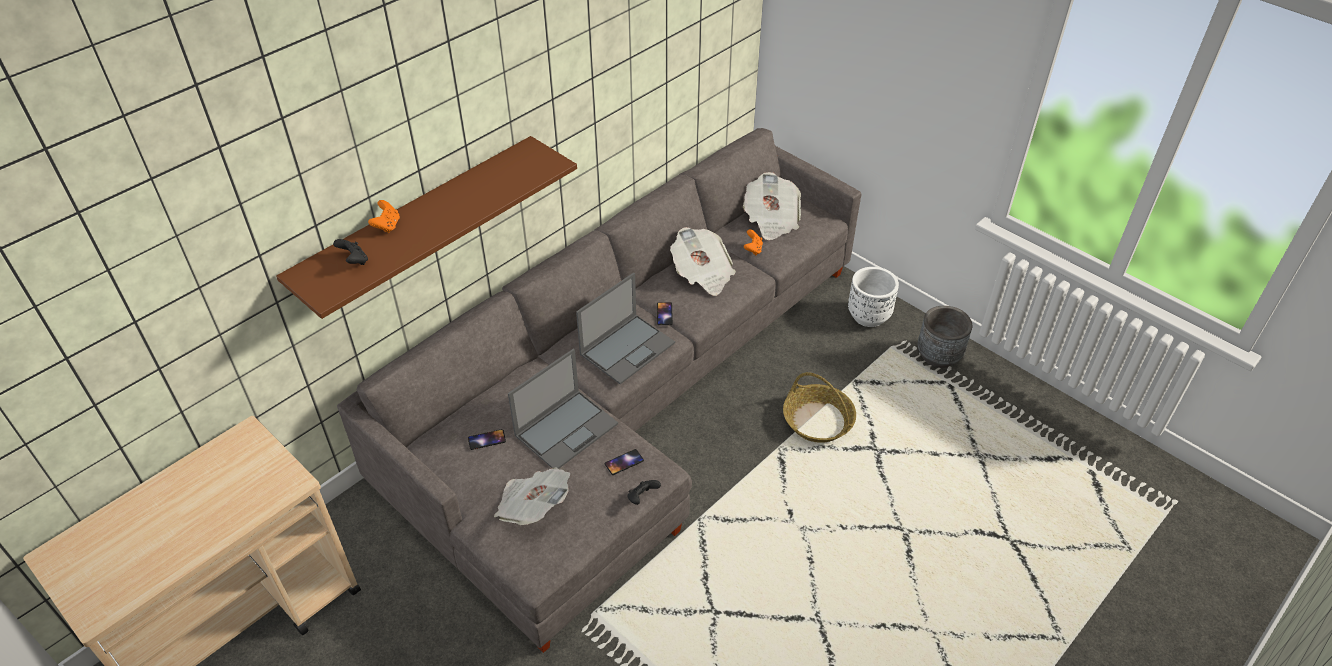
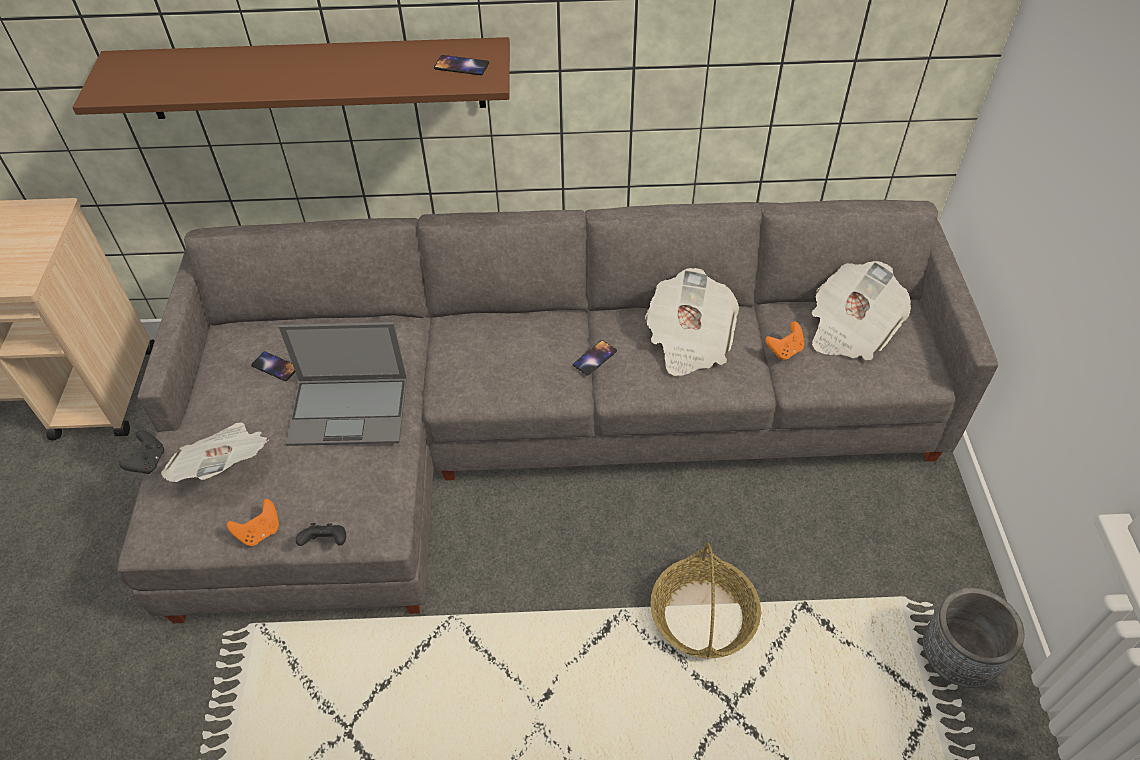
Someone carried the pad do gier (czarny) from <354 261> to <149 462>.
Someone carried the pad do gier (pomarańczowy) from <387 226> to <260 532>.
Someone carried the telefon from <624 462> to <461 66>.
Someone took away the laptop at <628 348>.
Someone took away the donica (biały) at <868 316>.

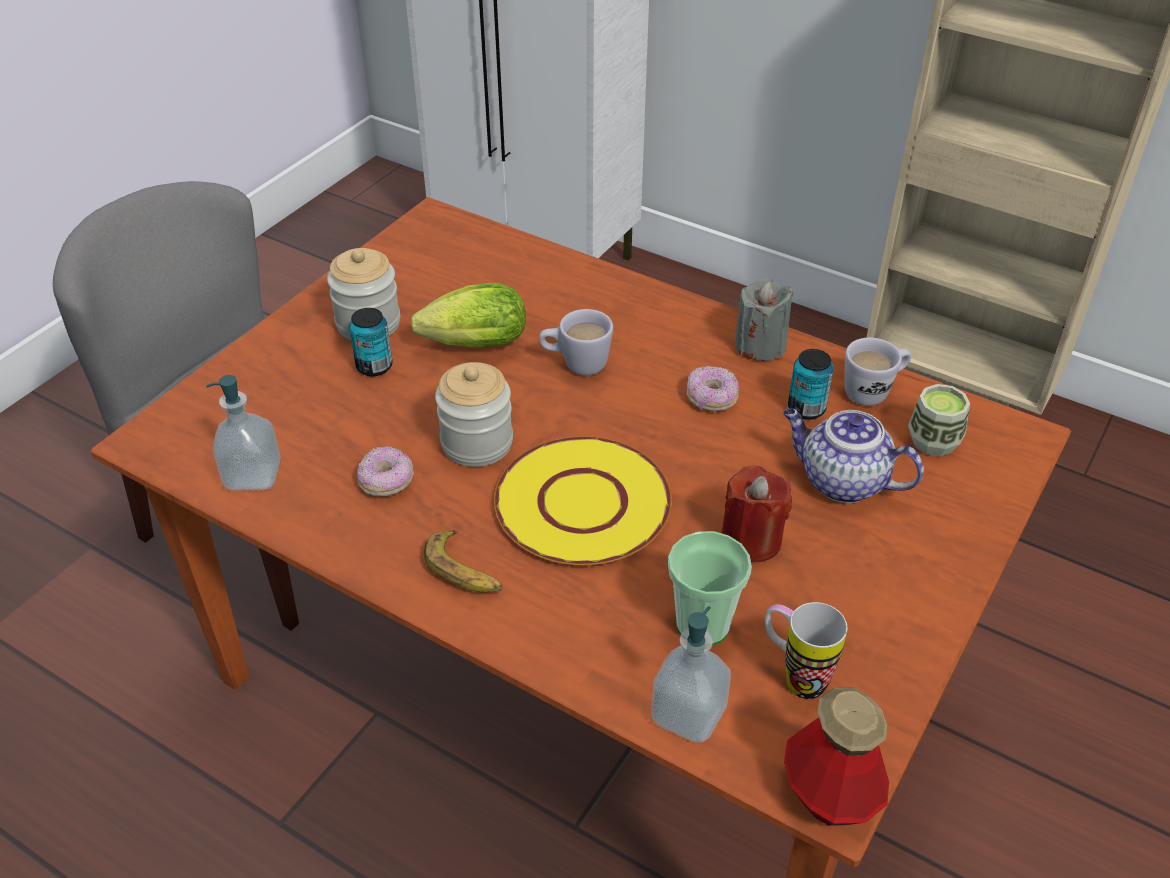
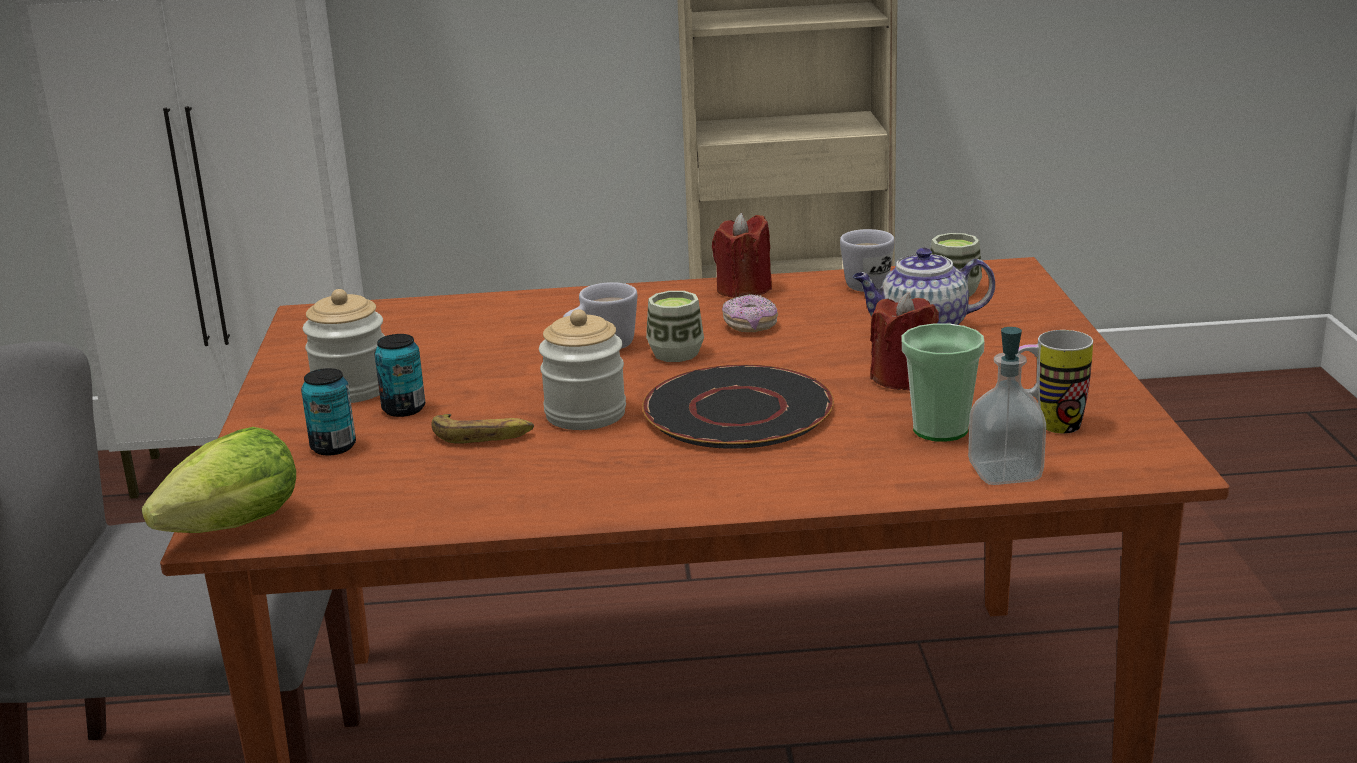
Someone carried the sałata from <470 345> to <226 531>.
Someone carried the puszka from <806 409> to <333 447>.
Someone carried the banan from <464 571> to <483 435>.
Someone repainted the talerz (żółty) at <582 504>, which became the talerz (czarny) at <739 411>.
Someone put down the filiżanka at <675 353>.
Someone repainted the świeca (szary) at <760 345>, which became the świeca (czerwony) at <743 290>.
Someone took away the dozownik mydła at <253 475>.
Someone took away the donut at <387 482>.
Someone took away the butelka at <830 795>.

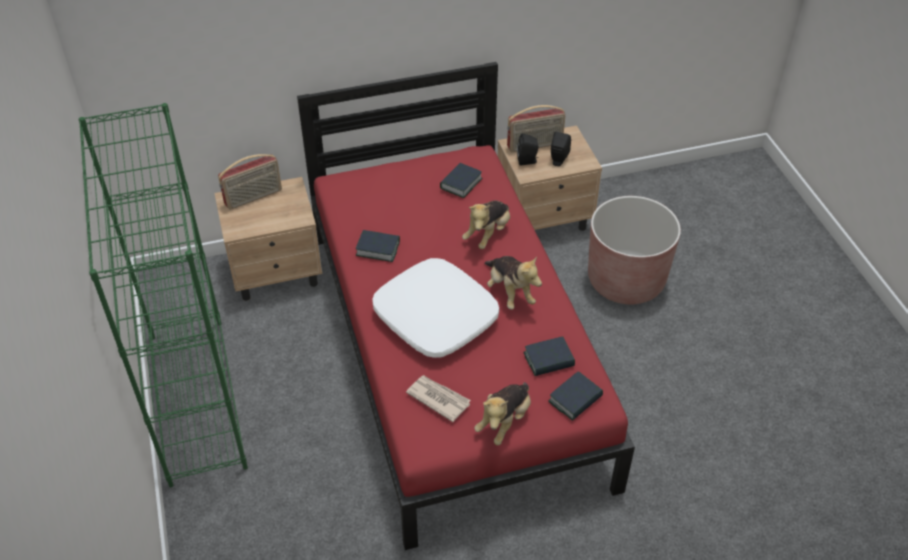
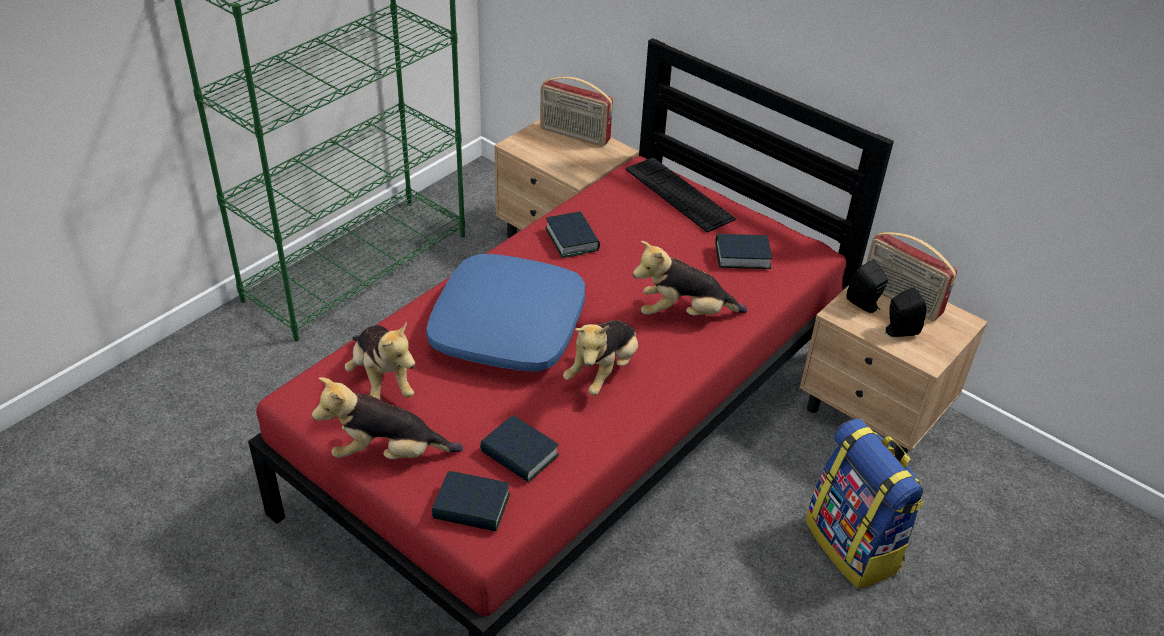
Someone swapped the gazeta at <438 398> for the pluszak at <382 380>.
Someone repainted the poduszka (biały) at <435 317>, which became the poduszka (niebieski) at <507 326>.
Someone put down the klawiatura at <679 194>.
Someone swapped the donica (brązowy) at <625 280> for the plecak at <854 546>.

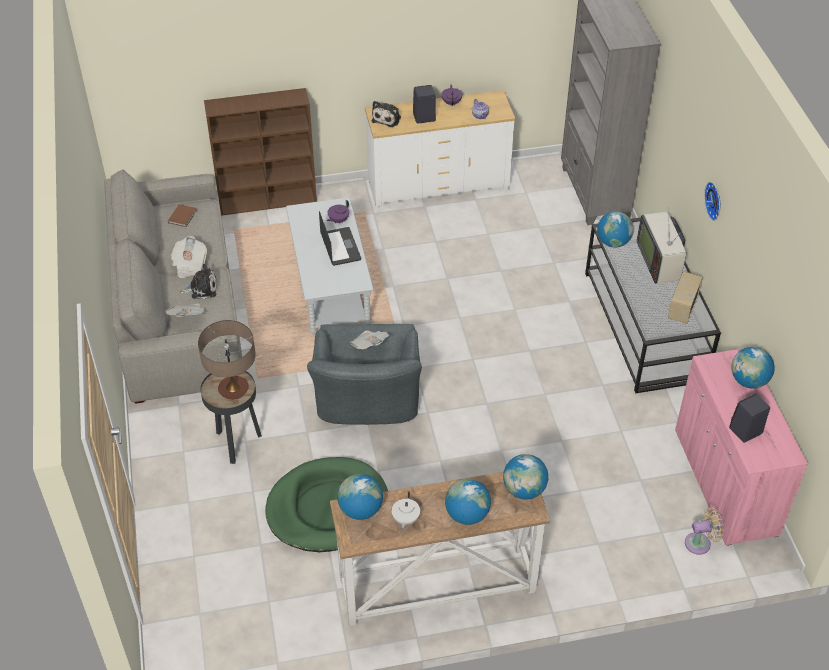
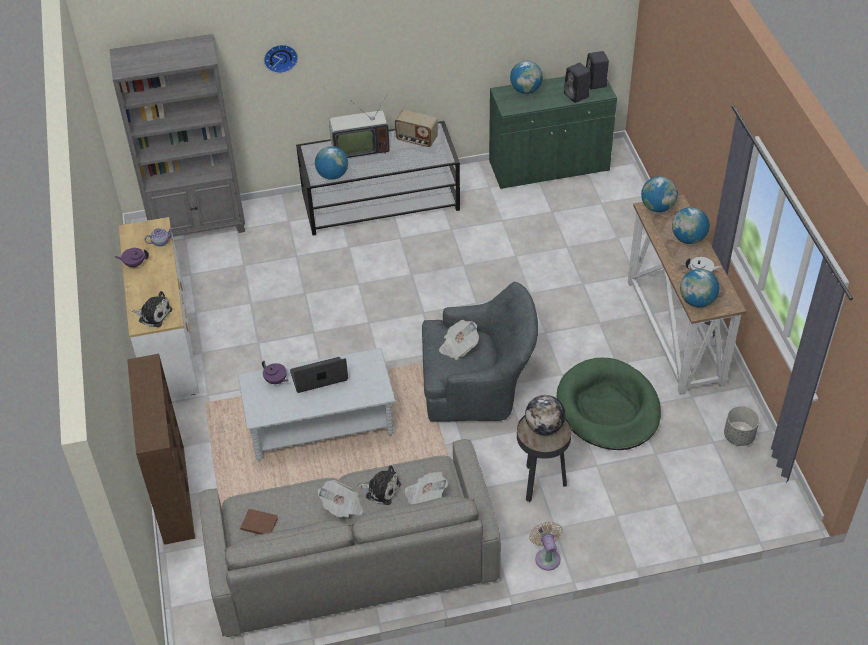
Someone carried the zegar ścienny from <715 200> to <280 57>.
Someone rotated the pluszak at <202 288> by 120 degrees clockwise.
Someone repainted the szafka (różowy) at <725 482>, which became the szafka (zielony) at <549 167>.
Someone swapped the lampa stołowa at <233 389> for the globus at <544 427>.
Someone carried the wentylator (beżowy) from <700 543> to <547 557>.
Someone carried the głośnik (czarny) from <423 117> to <596 83>.
Someone put down the donica (szary) at <739 436>.

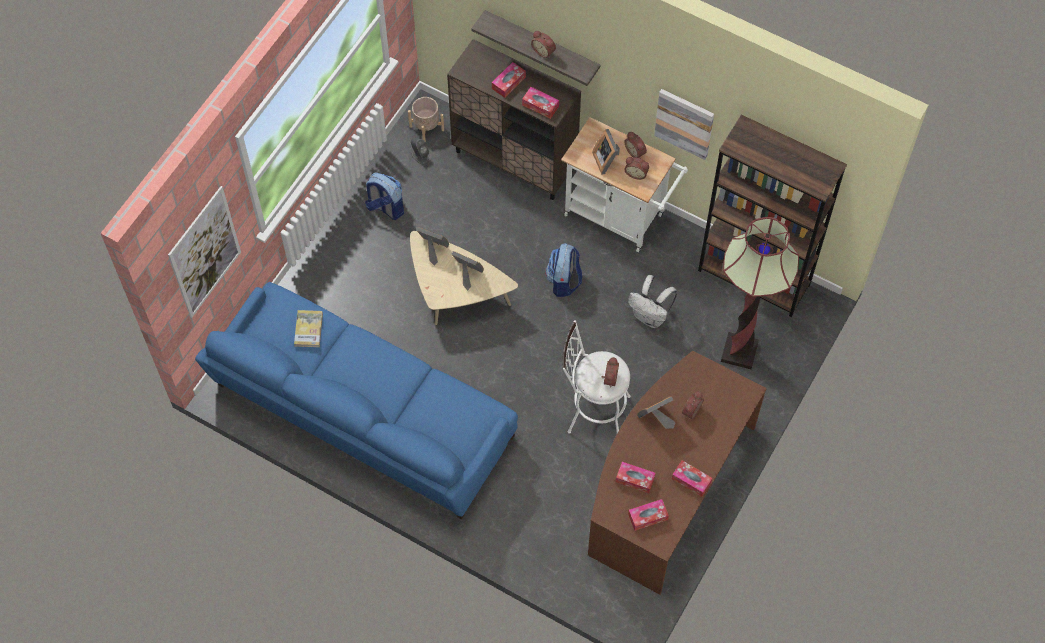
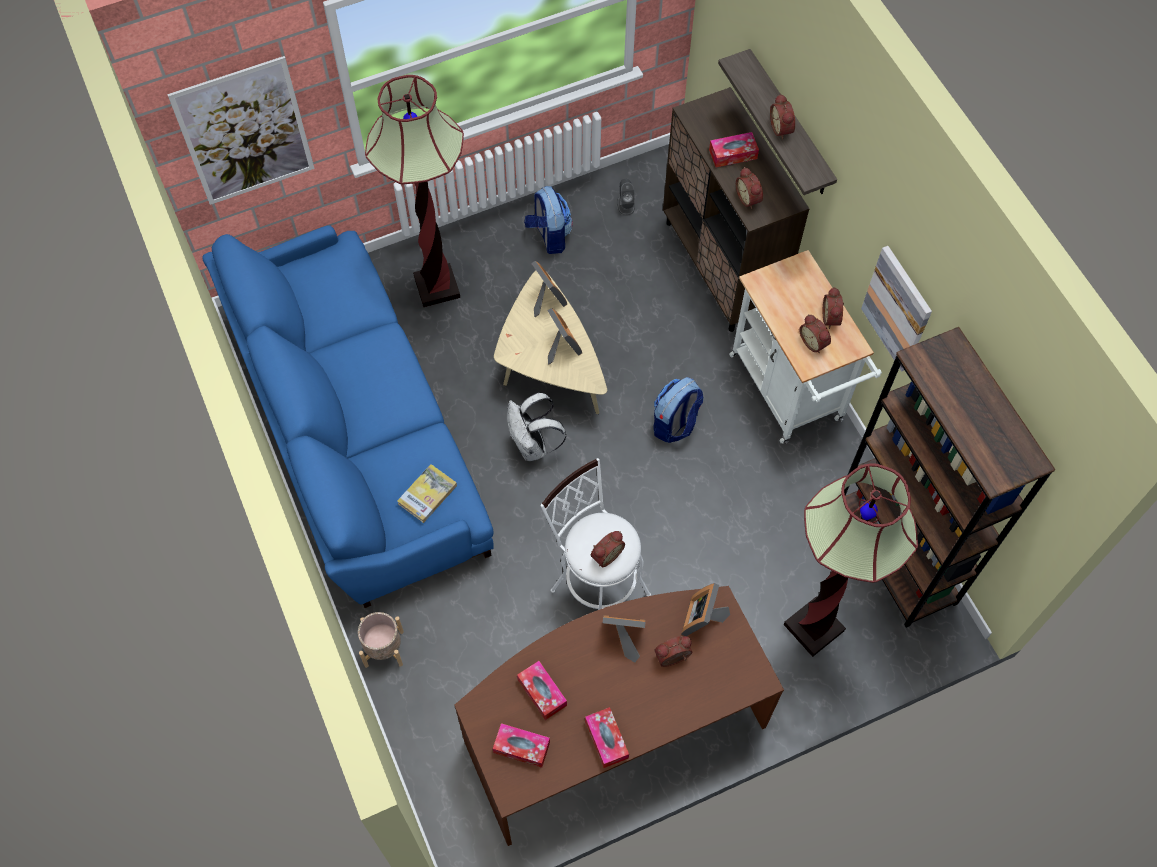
Someone carried the donica (beżowy) from <426 128> to <384 649>.
Someone put down the lampa stojąca at <437 287>.
Someone carried the książka from <308 329> to <427 494>.
Someone carried the plecak (biały) from <650 316> to <533 446>.
Someone carried the ramka na zdjęcie from <607 160> to <703 619>.
Someone swapped the pudełko chusteczek at <540 105> for the budzik at <749 198>.

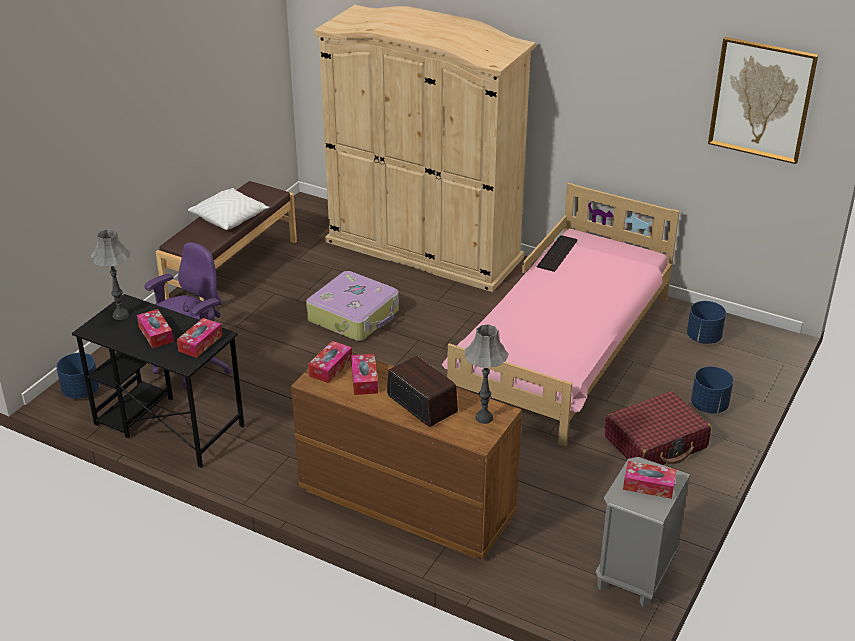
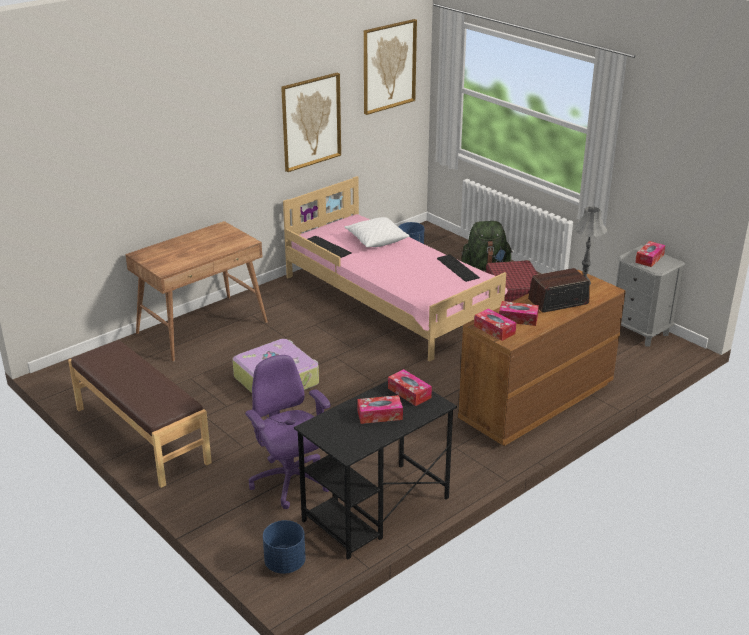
Someone swapped the szafa (beżowy) at <424 249> for the biurko (brązowy) at <202 328>.
Someone put up the obraz at <311 121>.
Someone carried the poduszka (biały) from <230 218> to <376 240>.
Someone put down the klawiatura at <458 267>.
Someone swapped the donica (niebieski) at <709 406> for the plecak (zielony) at <485 266>.
Someone took away the lampa stołowa (szary) at <121 315>.

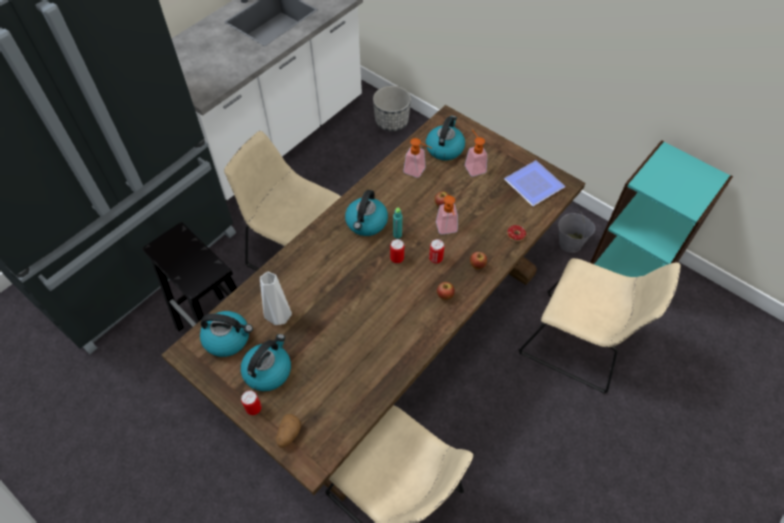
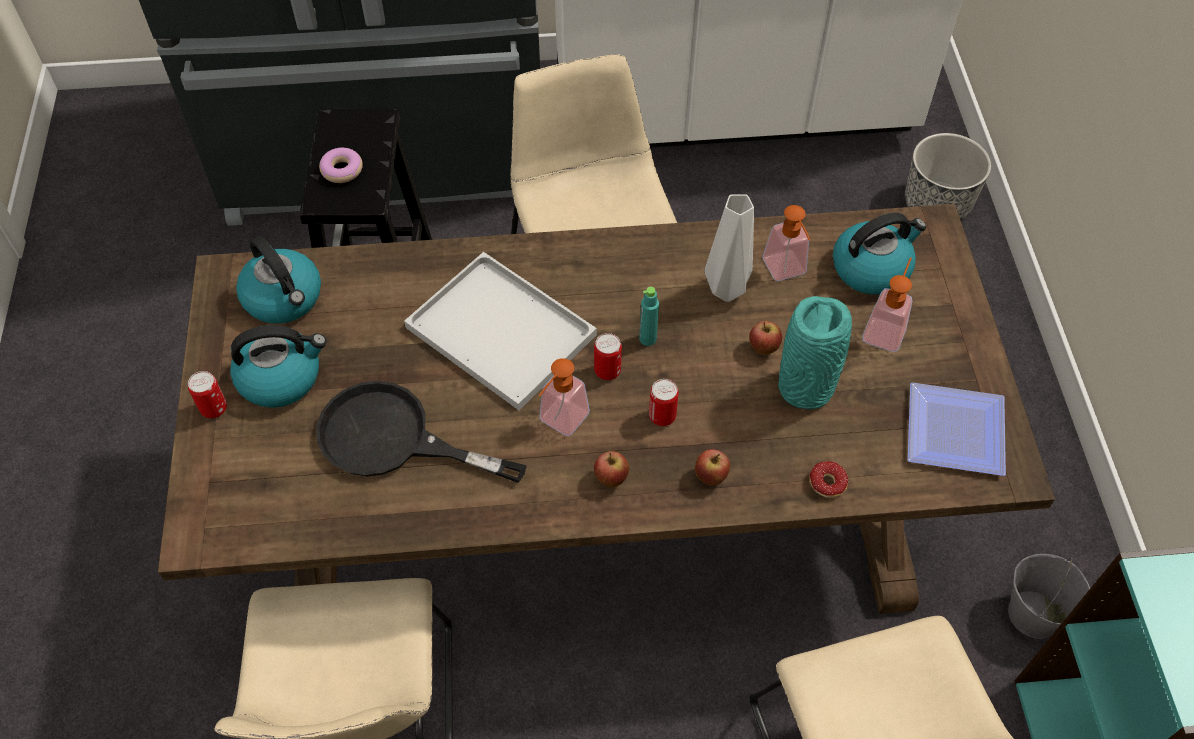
Someone put down the patelnia (czarny) at <393 439>.
Someone put down the donut at <342 170>.
Someone put down the taca (biały) at <504 332>.
Someone carried the dozownik mydła from <447 230> to <559 423>.
Someone carried the wazon (biały) from <279 319> to <725 291>.
Someone put down the wazon (turkusowy) at <806 386>.
Someone took away the ziemniak at <288 434>.
Someone took away the czajnik at <366 223>.

